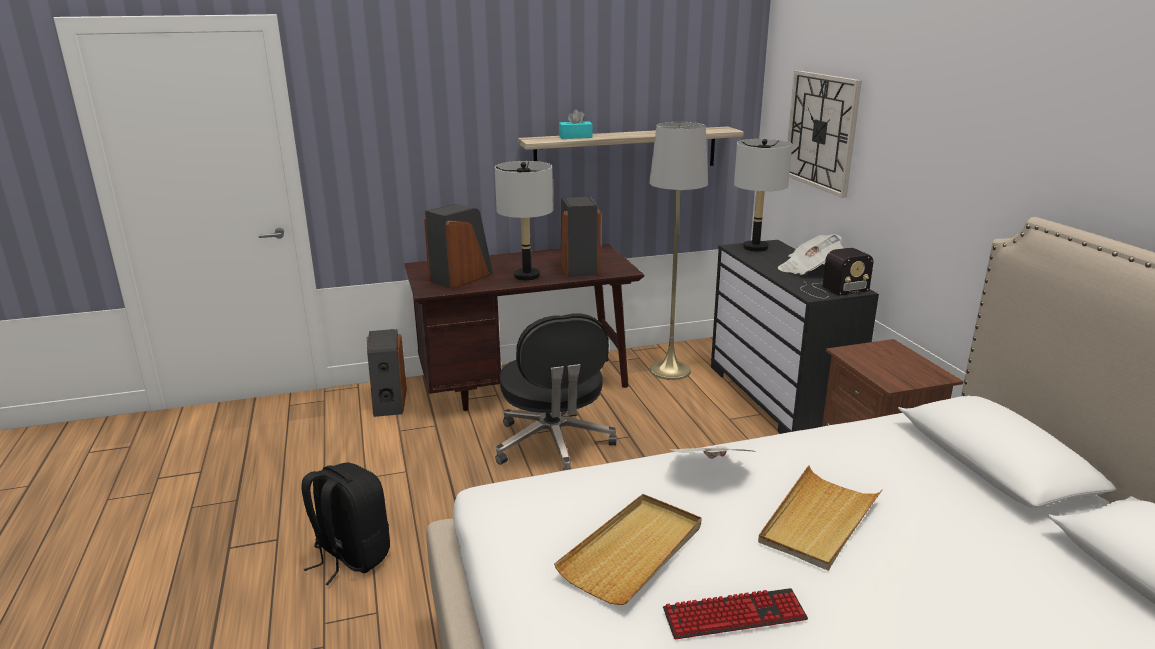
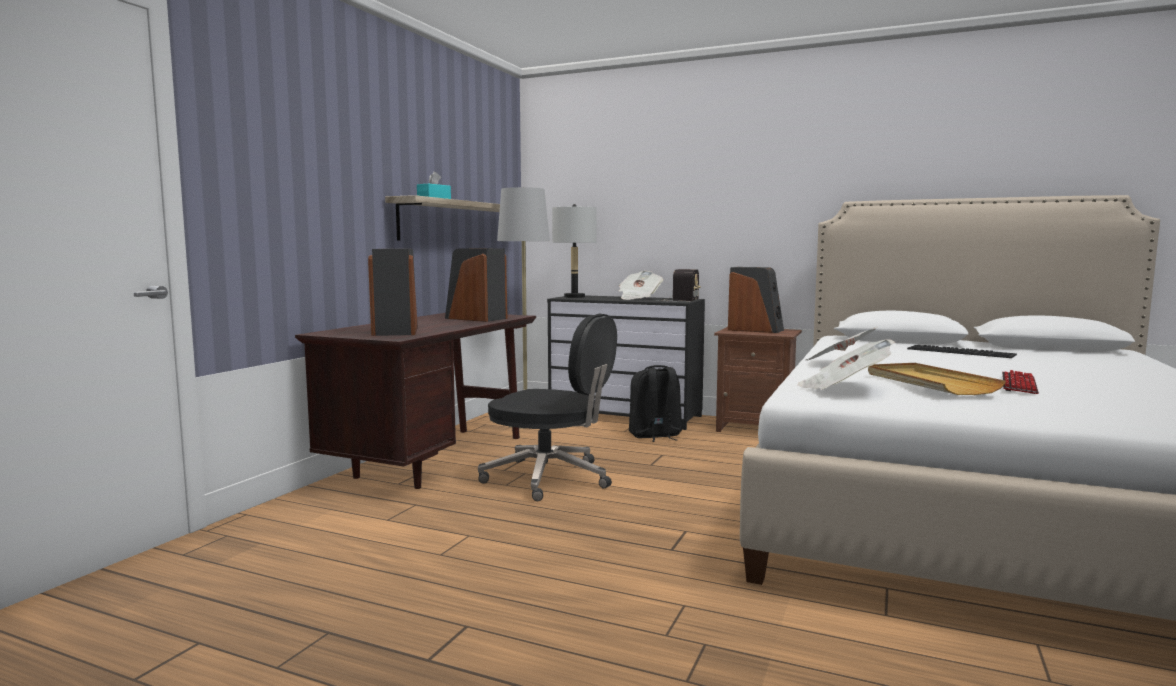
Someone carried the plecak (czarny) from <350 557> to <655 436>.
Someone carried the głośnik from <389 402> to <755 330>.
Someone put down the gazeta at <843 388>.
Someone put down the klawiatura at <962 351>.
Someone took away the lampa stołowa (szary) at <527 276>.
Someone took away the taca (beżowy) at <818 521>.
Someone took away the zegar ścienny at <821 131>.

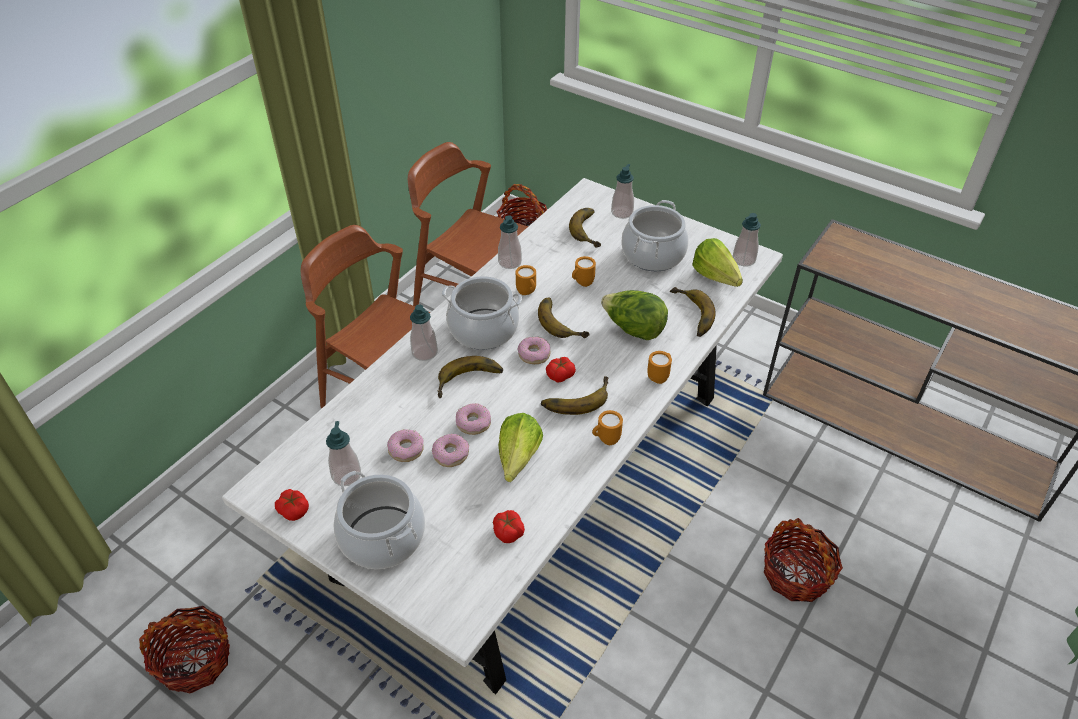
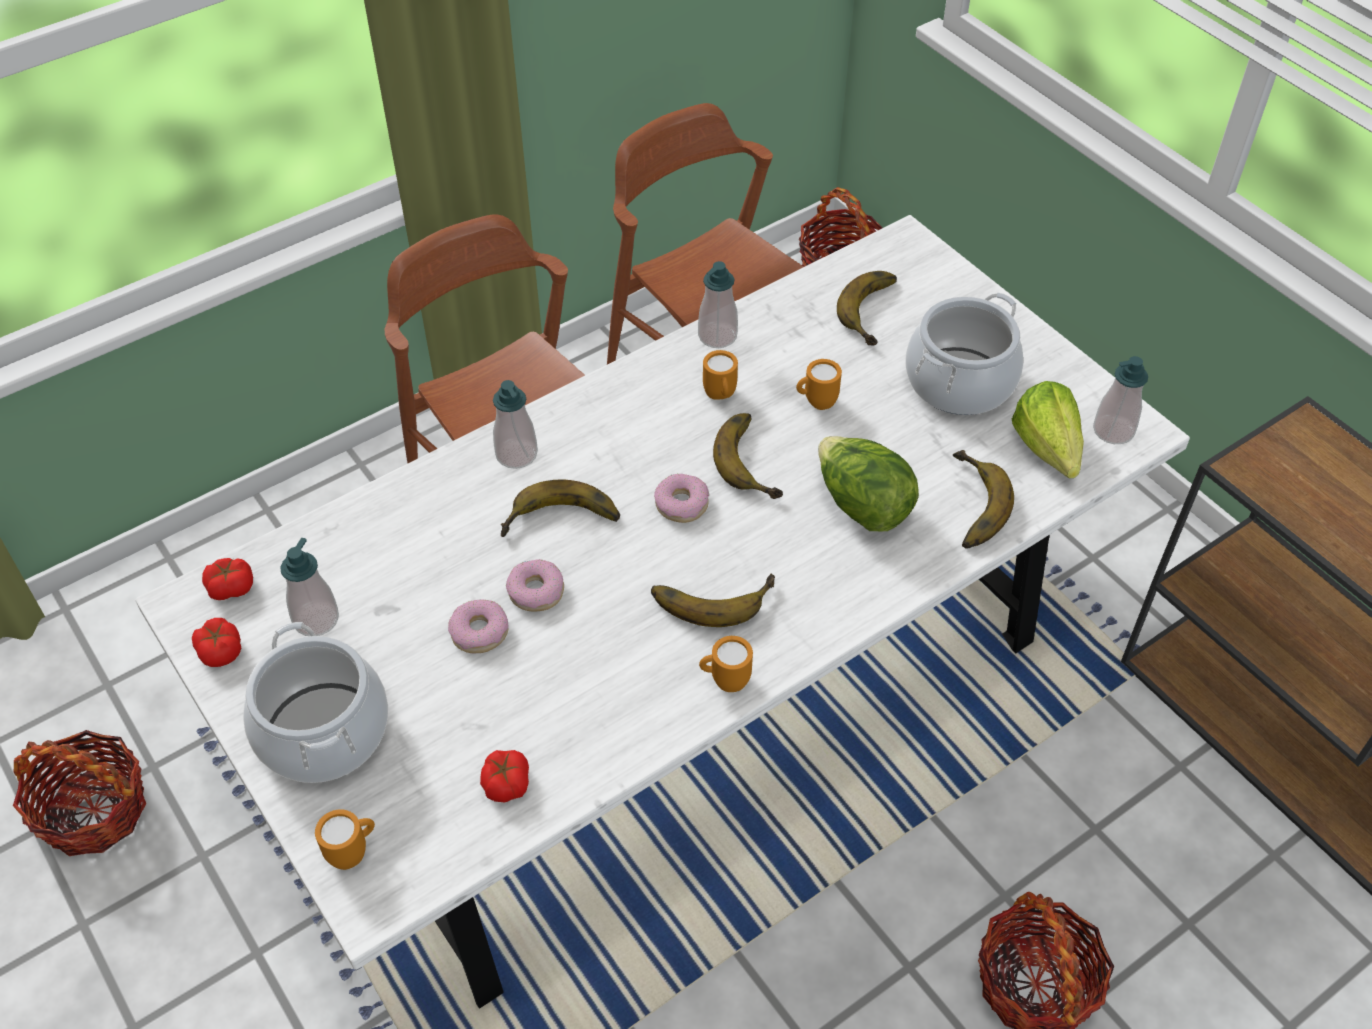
Someone carried the pomidor from <560 375> to <231 587>.
Someone carried the kubek (pomarańczowy) from <659 376> to <353 852>.
Someone took away the donut at <406 449>.
Someone took away the garnek at <483 330>.
Someone took away the sałata at <515 463>.
Someone took away the dozownik mydła at <622 212>.

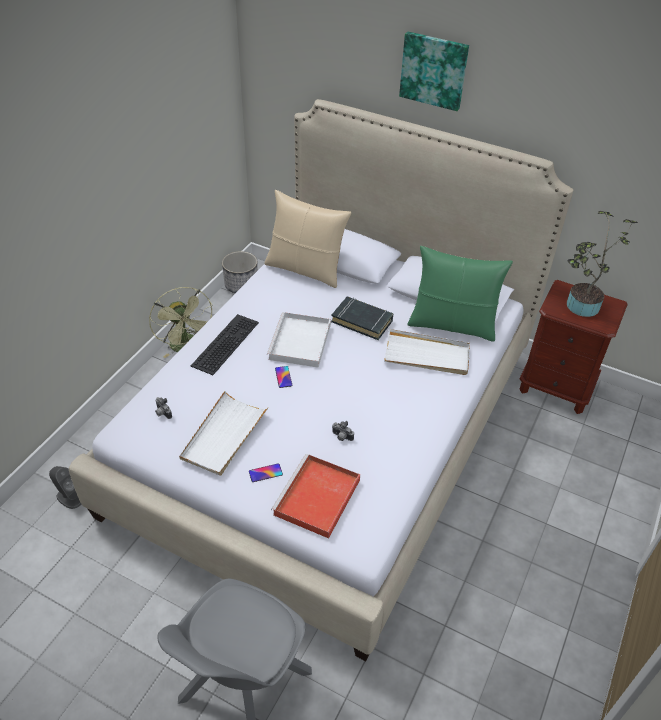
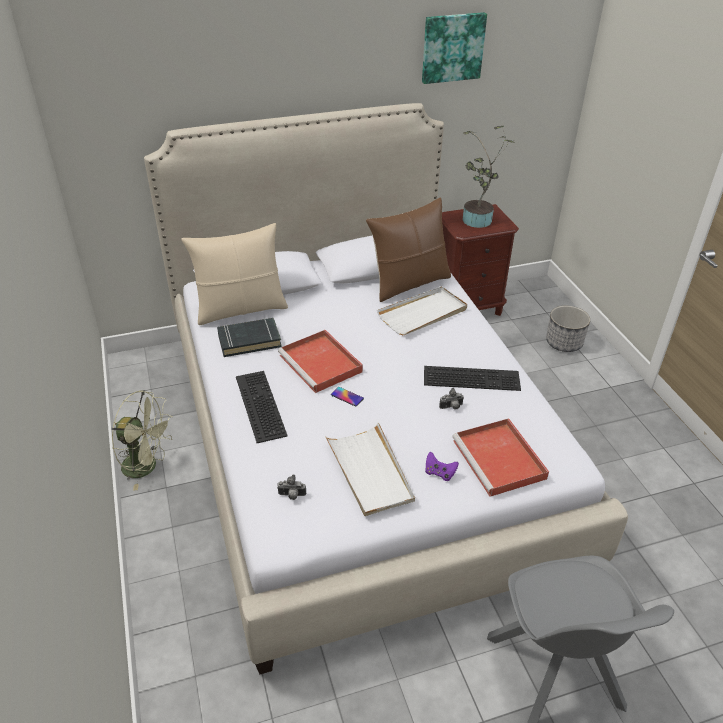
Someone carried the książka (czarny) from <362 321> to <249 341>.
Someone repainted the taca (biały) at <300 343>, which became the taca (czerwony) at <322 364>.
Someone repainted the poduszka (zielony) at <452 325>, which became the poduszka (brązowy) at <409 283>.
Someone carried the obraz from <434 70> to <452 47>.
Someone put down the klawiatura at <472 377>.
Someone swapped the telefon at <265 473> for the pad do gier (fioletowy) at <439 473>.
Someone carried the donica from <241 285> to <563 343>.
Someone took away the głośnik (szary) at <70 497>.

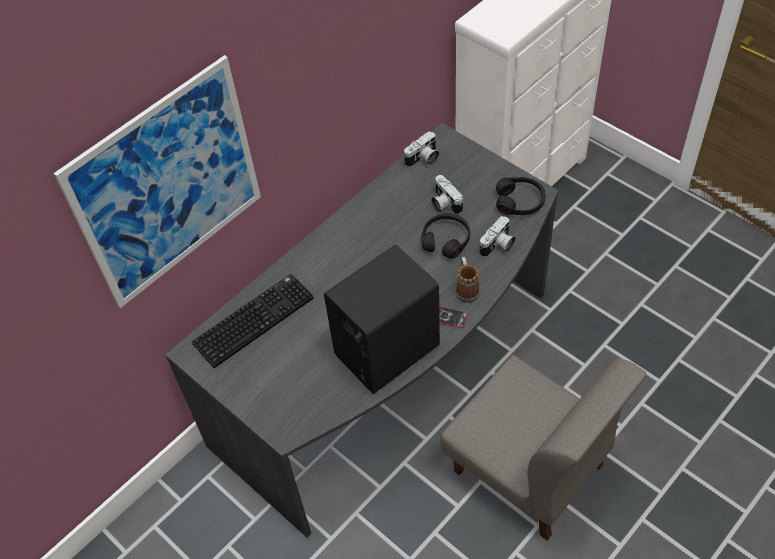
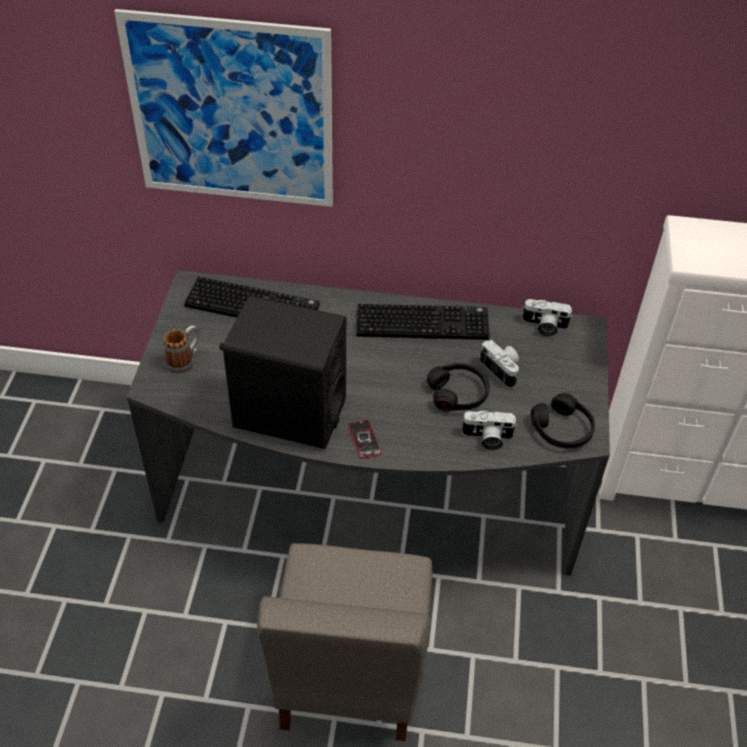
Someone carried the kubek from <466 288> to <185 360>.
Someone put down the klawiatura at <423 322>.
Someone rotated the aparat fotograficzny at <444 203> by 120 degrees clockwise.

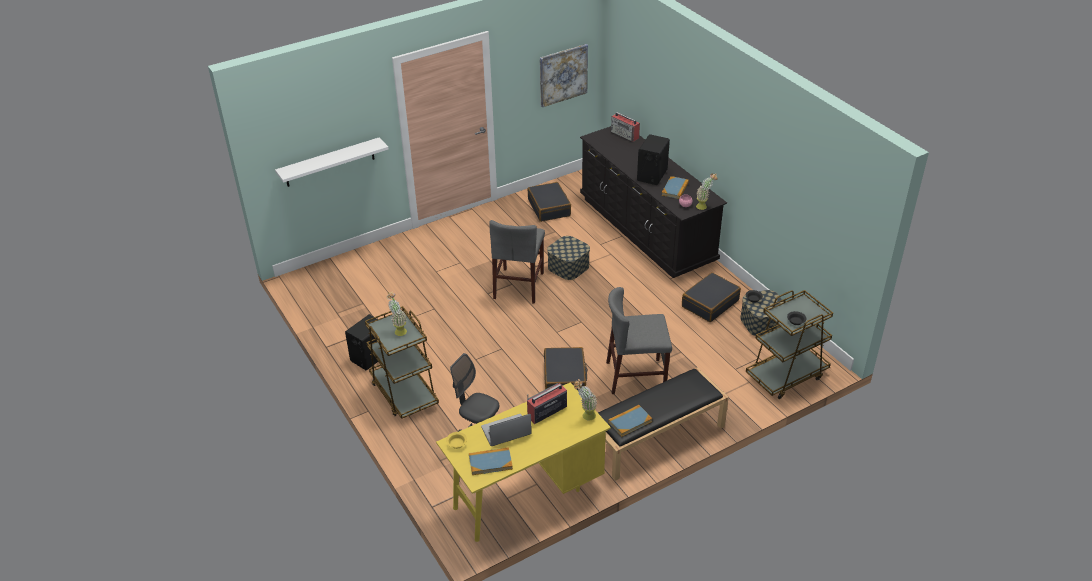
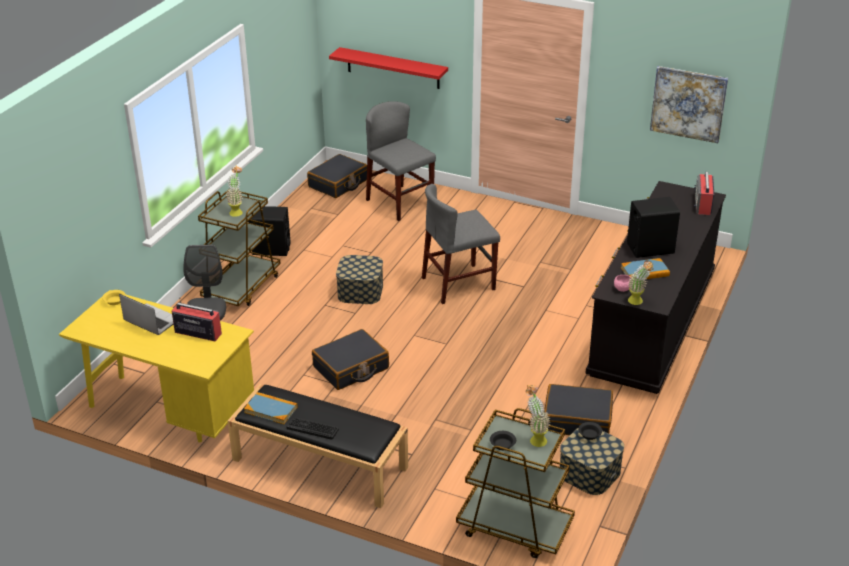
Someone put down the klawiatura at <312 428>.
Someone carried the walizka (czarny) from <549 208> to <338 183>.
Someone repainted the półka (biały) at <329 162>, which became the półka (czerwony) at <393 68>.
Someone carried the pojemnik do przechowywania from <568 266> to <360 291>.
Someone carried the krzesło (szary) from <635 376> to <400 203>.
Someone carried the roślina doniczkowa from <585 416> to <535 438>.
Someone took away the książka at <490 462>.

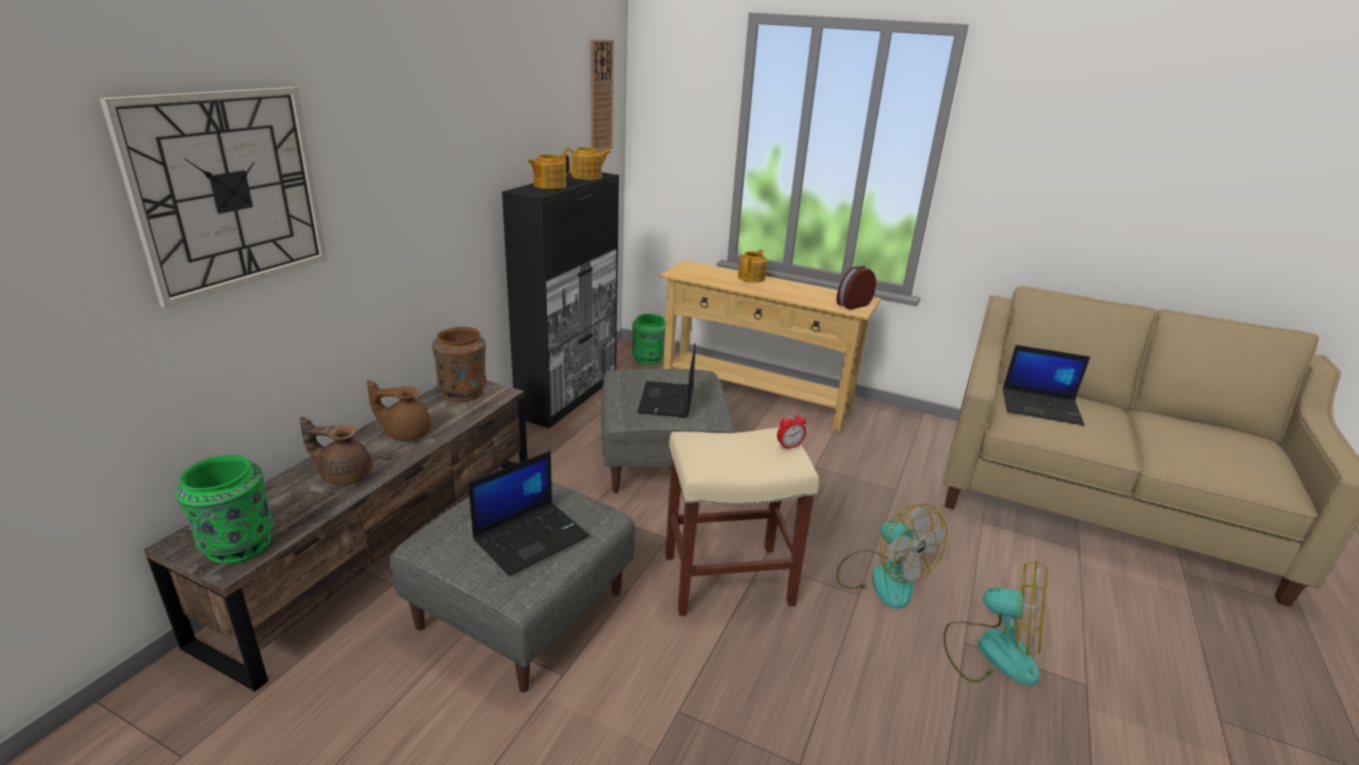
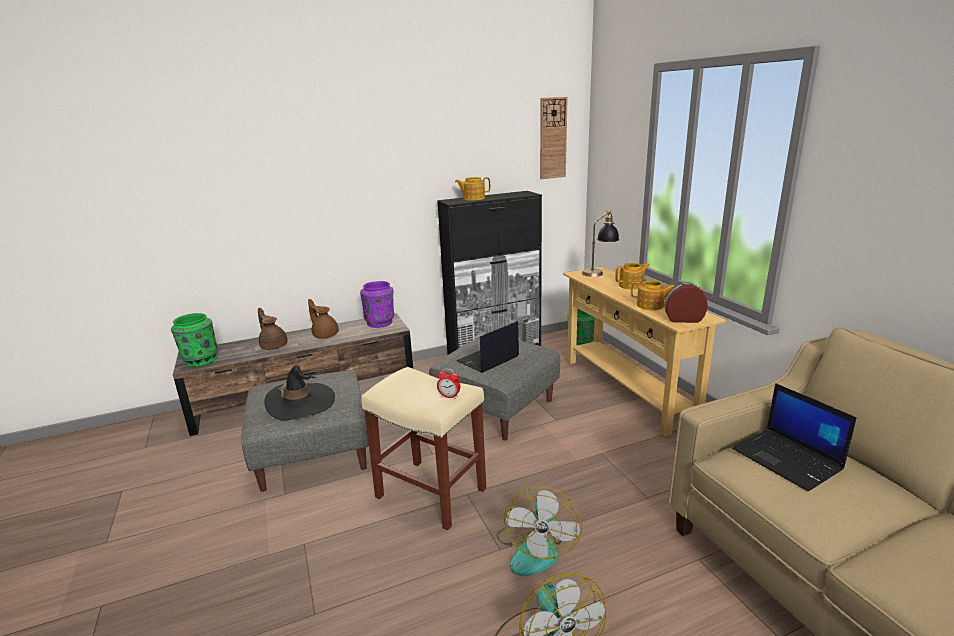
Someone swapped the laptop at <531 537> for the kapelusz (czarny) at <301 403>.
Someone repainted the wazon (brązowy) at <463 392>, which became the wazon (fioletowy) at <380 322>.
Someone put down the lampa stołowa at <599 272>.
Someone carried the imbryk from <587 177> to <651 305>.
Someone took away the zegar ścienny at <228 191>.

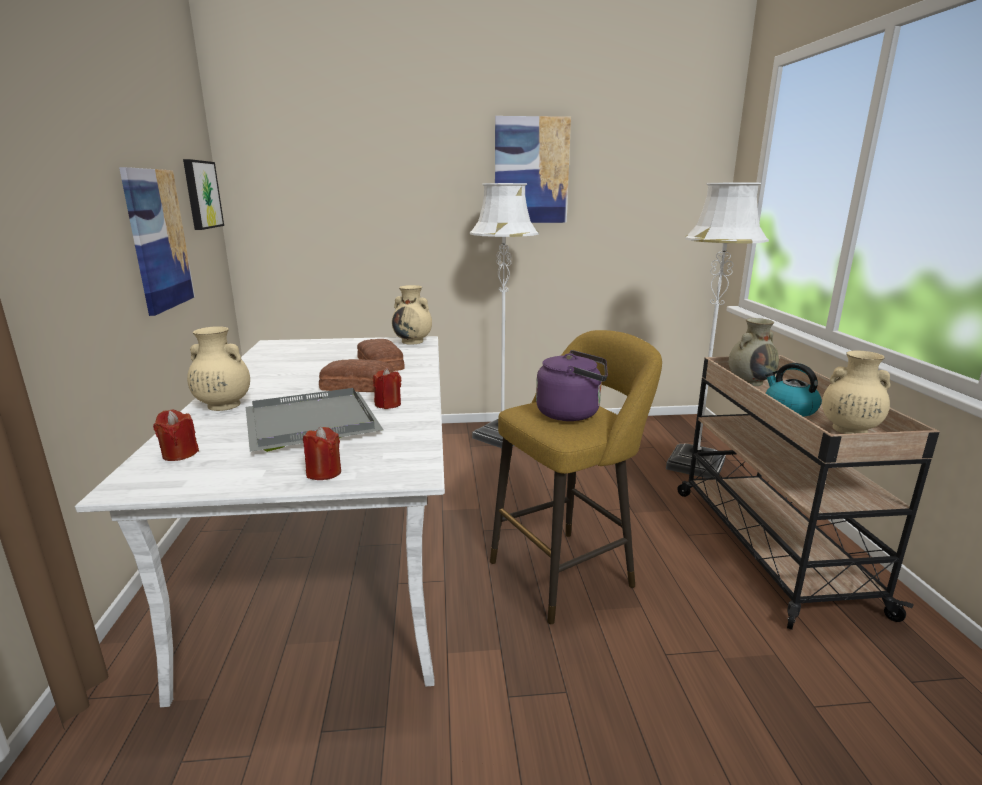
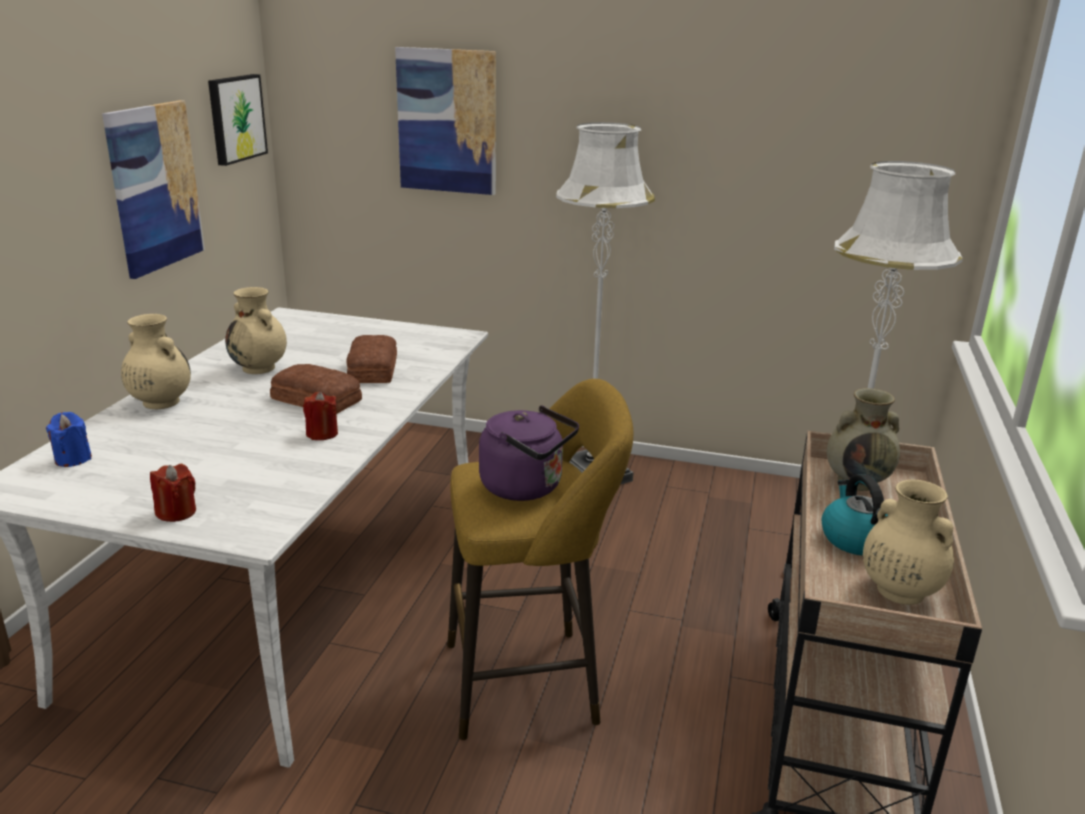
Someone repainted the świeca (czerwony) at <180 454>, which became the świeca (niebieski) at <73 459>.
Someone carried the wazon (beżowy) from <413 341> to <259 368>.
Someone carried the obraz from <531 171> to <447 121>.
Someone took away the taca (szary) at <313 422>.

